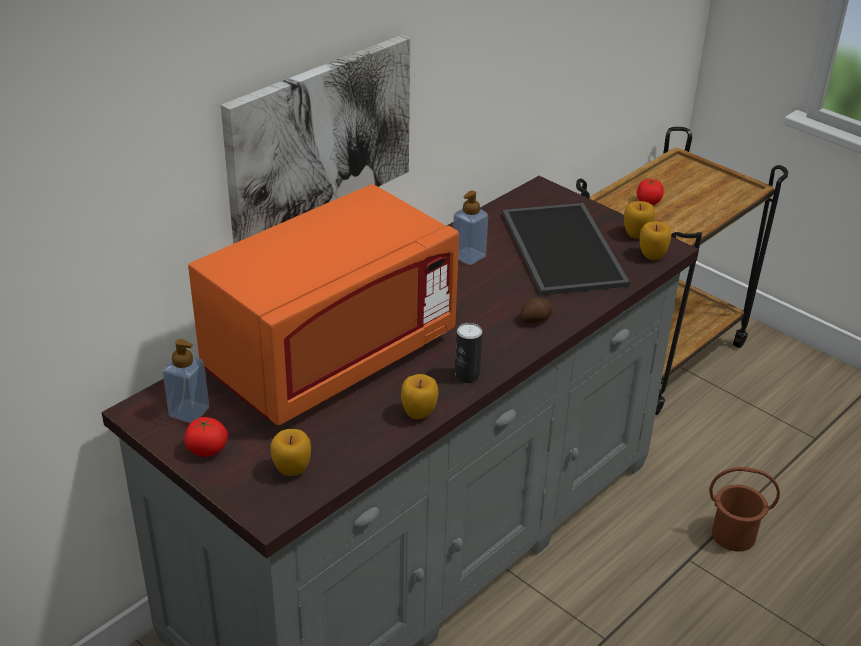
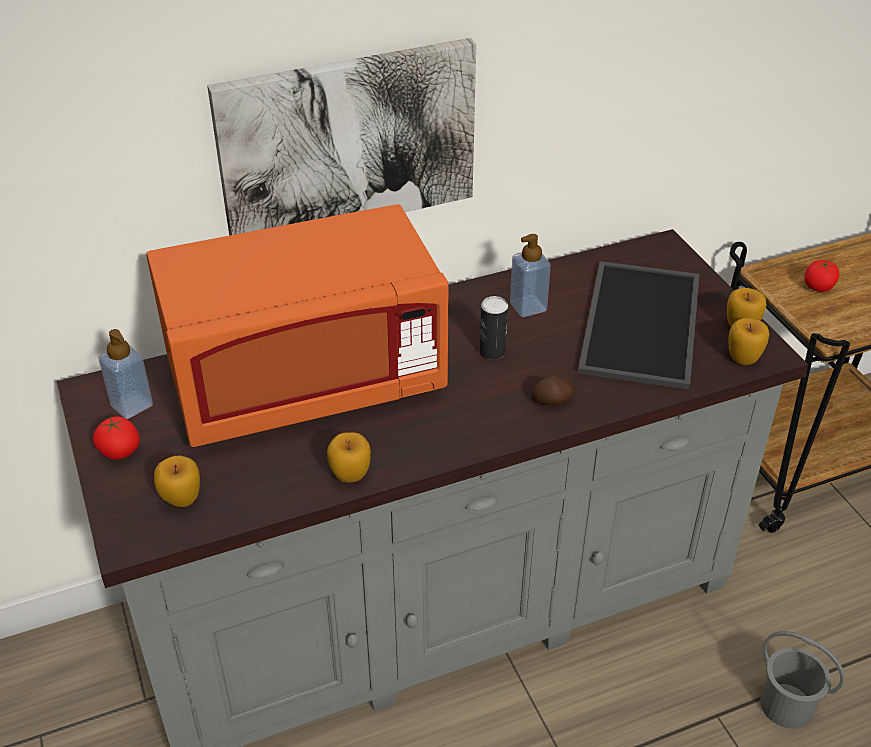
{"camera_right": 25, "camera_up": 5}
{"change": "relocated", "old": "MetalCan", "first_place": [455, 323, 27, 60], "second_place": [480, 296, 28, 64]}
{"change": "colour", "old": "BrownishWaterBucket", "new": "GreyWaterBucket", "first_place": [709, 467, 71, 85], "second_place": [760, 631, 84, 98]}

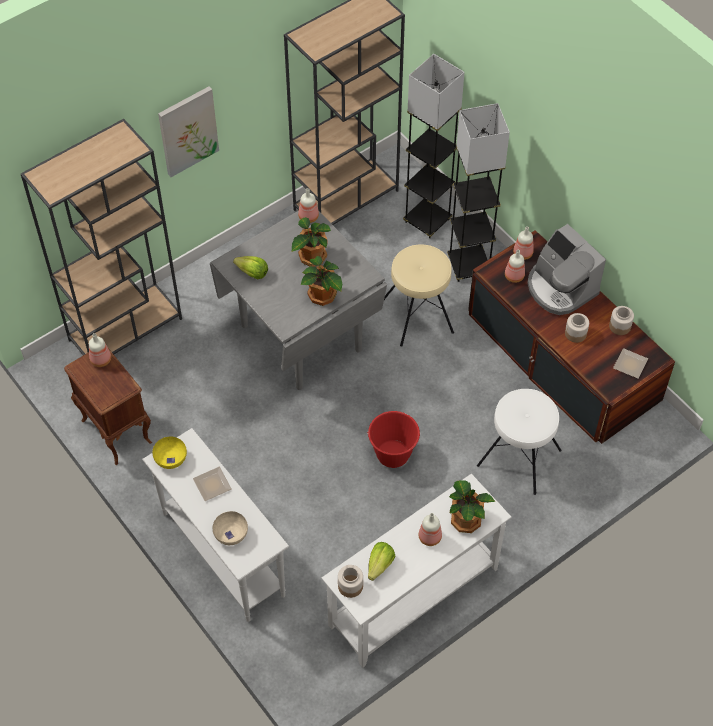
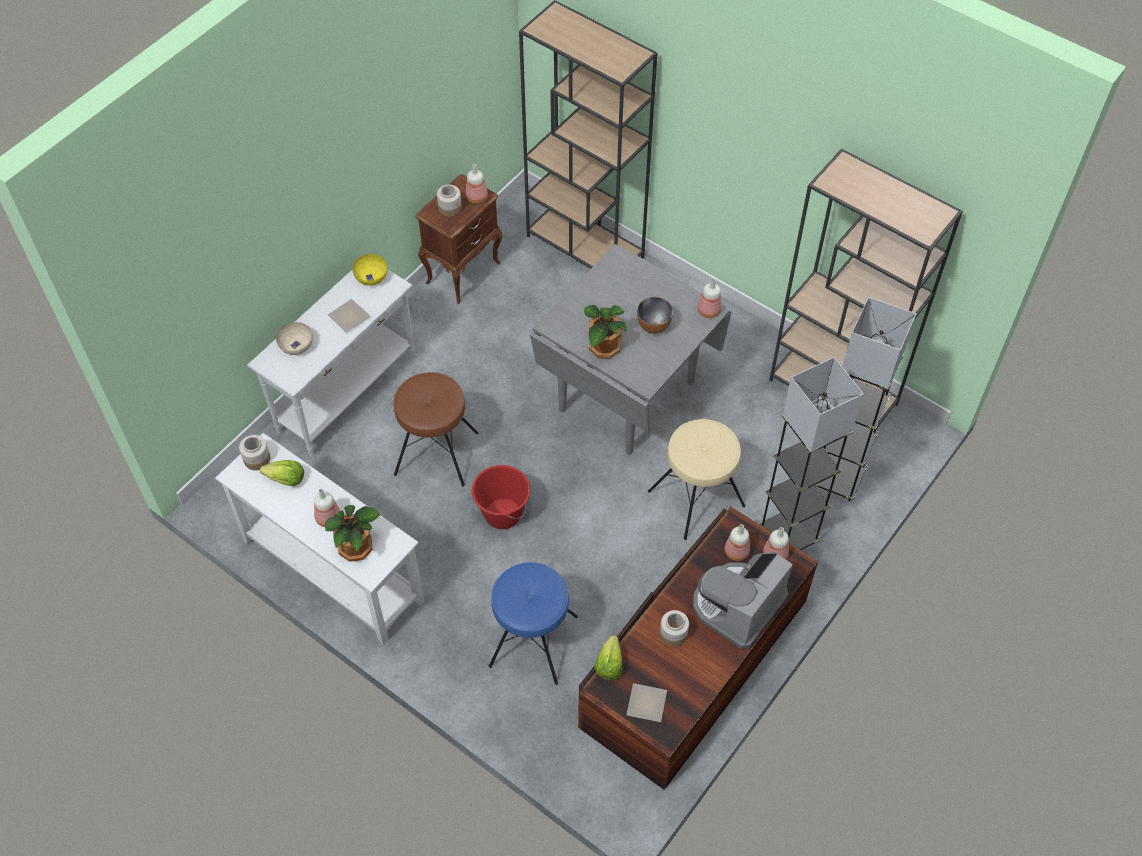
{"camera_right": 75, "camera_up": 0}
{"change": "missing", "old": "WallPicture", "first_place": [158, 86, 61, 91]}
{"change": "appeared", "new": "BrownishSittingStool", "second_place": [394, 372, 84, 114]}
{"change": "relocated", "old": "LettuceHead", "first_place": [233, 256, 35, 23], "second_place": [594, 635, 28, 45]}
{"change": "relocated", "old": "PreserveJar", "first_place": [609, 306, 25, 29], "second_place": [437, 185, 25, 32]}
{"change": "exchanged", "old": "PottedPlant", "new": "DeepDish", "first_place": [292, 217, 39, 50], "second_place": [637, 297, 36, 37]}
{"change": "colour", "old": "WhitishSittingStool", "new": "BlueColouredSittingStool", "first_place": [477, 389, 85, 106], "second_place": [489, 562, 89, 123]}

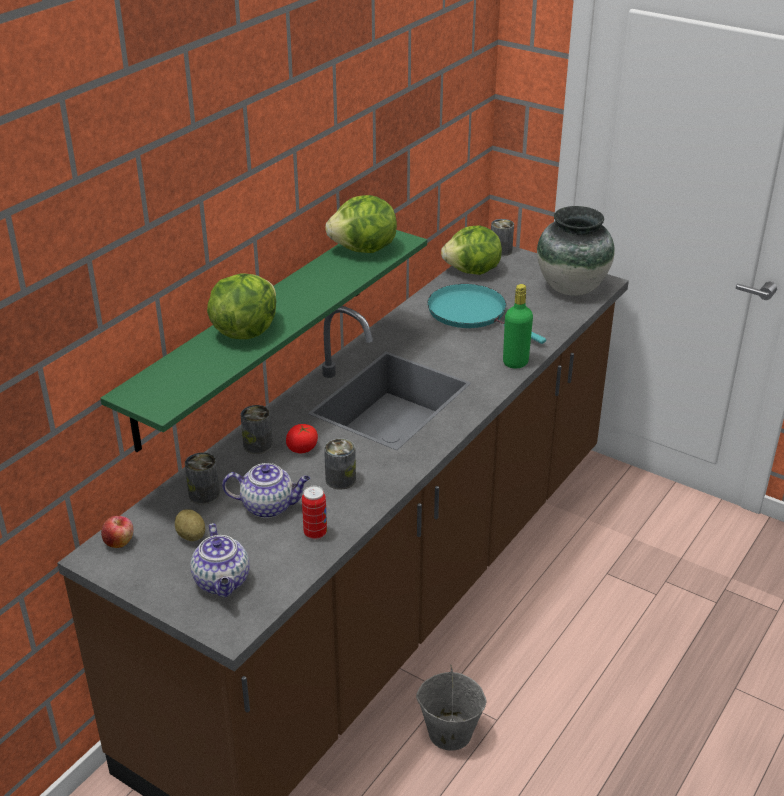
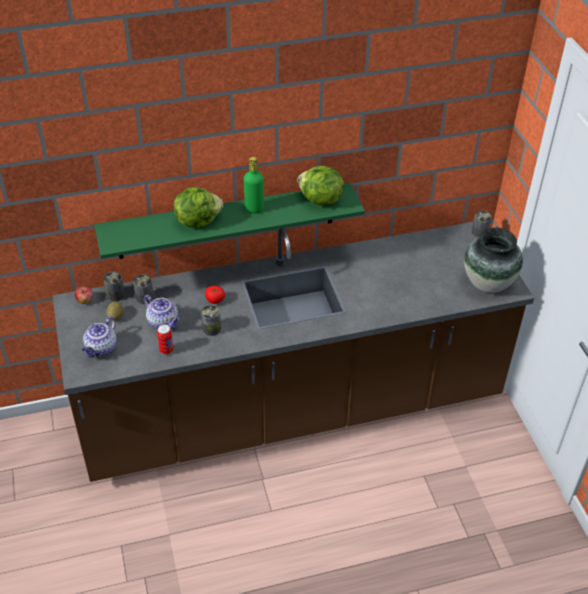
{"camera_right": 40, "camera_up": 10}
{"change": "missing", "old": "GreyWaterBucket", "first_place": [416, 665, 70, 86]}
{"change": "missing", "old": "TurquoiseColouredFryingPan", "first_place": [427, 284, 119, 60]}
{"change": "missing", "old": "LettuceHead", "first_place": [441, 226, 61, 49]}
{"change": "relocated", "old": "MetalCan", "first_place": [241, 405, 32, 49], "second_place": [103, 272, 22, 30]}
{"change": "relocated", "old": "GreenDrinkBottle", "first_place": [503, 284, 30, 84], "second_place": [243, 157, 21, 56]}

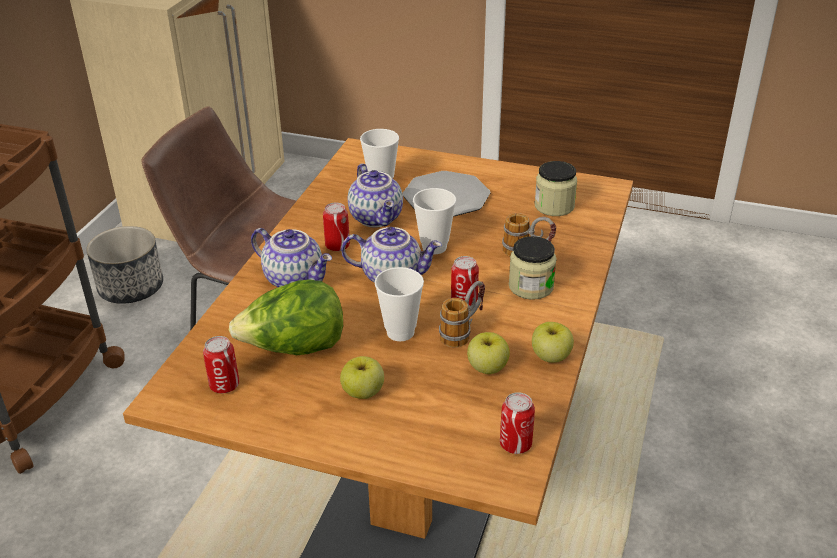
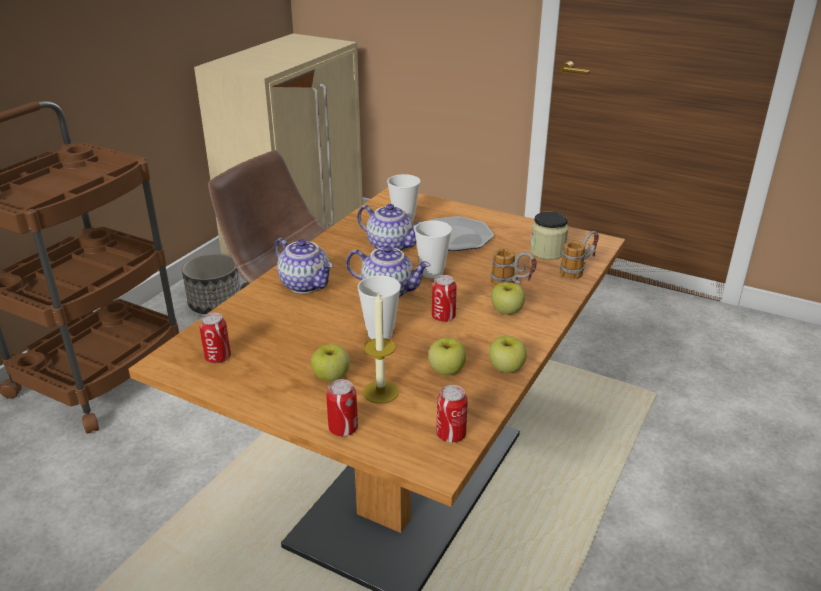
{"camera_right": 10, "camera_up": -5}
{"change": "missing", "old": "LettuceHead", "first_place": [229, 279, 114, 76]}
{"change": "appeared", "new": "WaxLight", "second_place": [363, 292, 36, 112]}
{"change": "relocated", "old": "MetalCan", "first_place": [323, 202, 27, 49], "second_place": [326, 379, 32, 57]}
{"change": "relocated", "old": "TeaMug", "first_place": [439, 281, 46, 66], "second_place": [560, 231, 39, 48]}
{"change": "exchanged", "old": "PreserveJar", "new": "WholeApple", "first_place": [509, 236, 48, 64], "second_place": [491, 282, 34, 33]}
{"change": "spun", "old": "TeaPot", "first_place": [348, 163, 55, 64], "second_place": [357, 204, 64, 47], "degrees": -45}

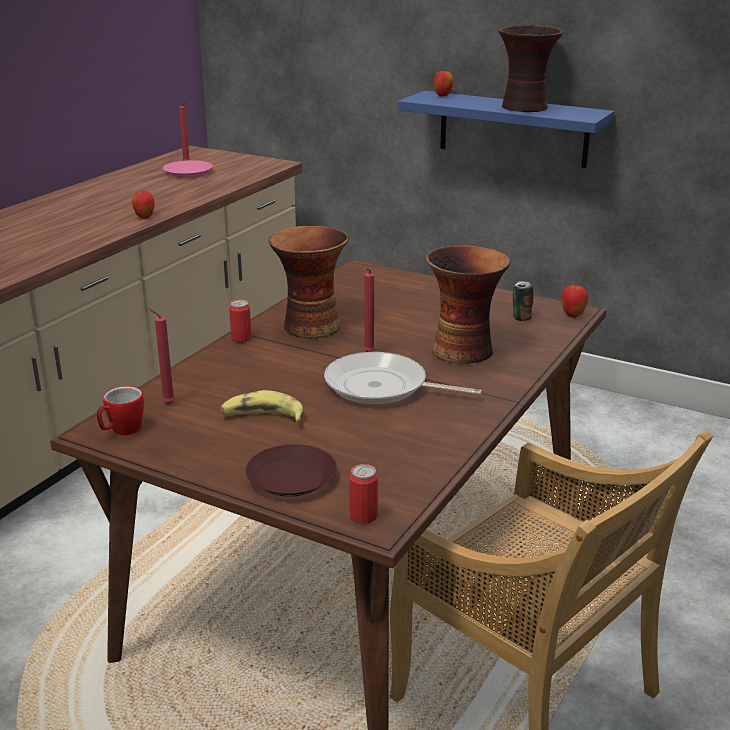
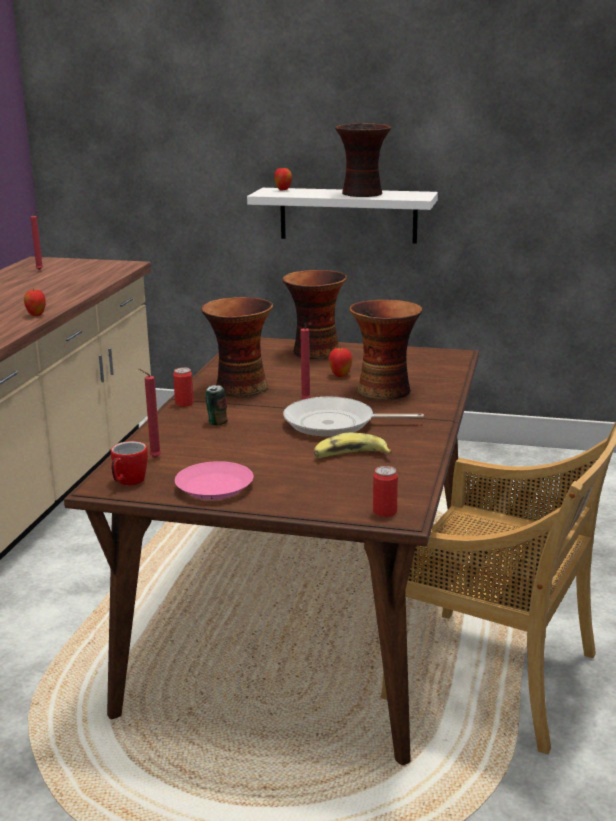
{"camera_right": -15, "camera_up": -5}
{"change": "missing", "old": "BrownishDinnerPlate", "first_place": [245, 444, 92, 53]}
{"change": "appeared", "new": "Vase", "second_place": [282, 270, 65, 89]}
{"change": "relocated", "old": "PinkDinnerPlate", "first_place": [163, 160, 50, 18], "second_place": [175, 461, 78, 39]}
{"change": "relocated", "old": "WholeBanana", "first_place": [220, 390, 83, 32], "second_place": [314, 433, 78, 25]}
{"change": "relocated", "old": "MetalCan", "first_place": [513, 281, 20, 40], "second_place": [206, 385, 22, 40]}
{"change": "relocated", "old": "WholeApple", "first_place": [561, 285, 28, 33], "second_place": [329, 347, 23, 30]}
{"change": "colour", "old": "BlueColouredBracketShelf", "new": "WhitishBracketShelf", "first_place": [398, 91, 217, 77], "second_place": [247, 188, 191, 56]}

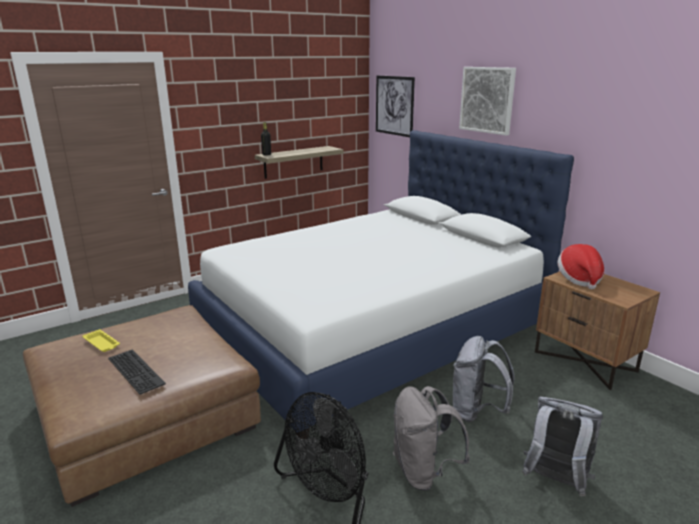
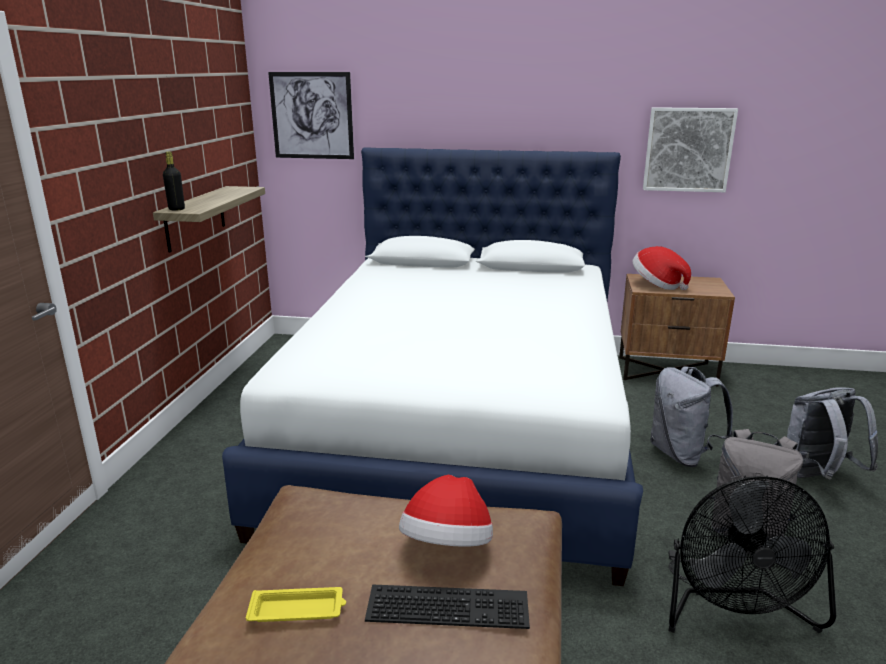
{"camera_right": -45, "camera_up": 0}
{"change": "appeared", "new": "WearableHat", "second_place": [399, 475, 94, 72]}
{"change": "relocated", "old": "WallPicture", "first_place": [459, 67, 57, 69], "second_place": [643, 107, 95, 85]}

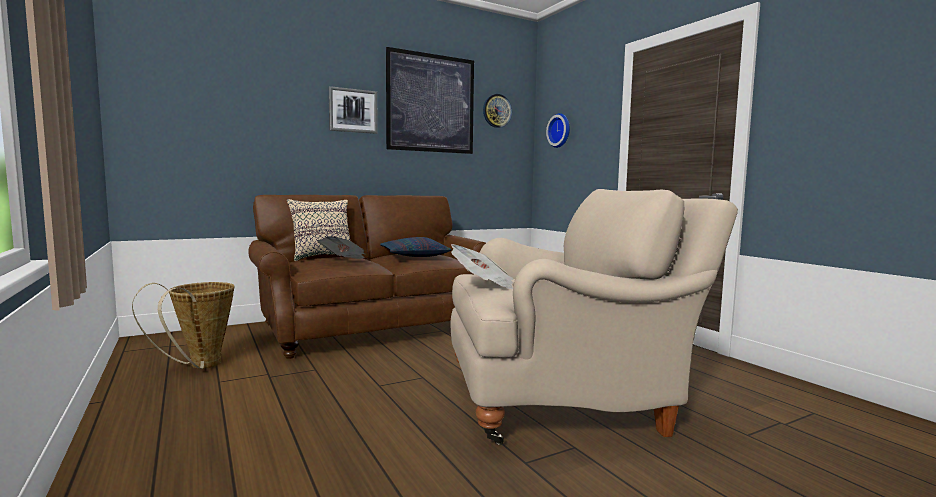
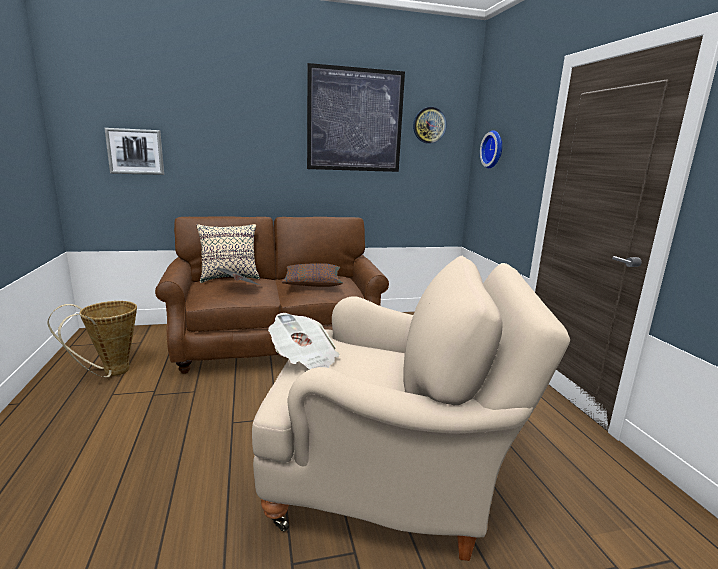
{"camera_right": 15, "camera_up": 10}
{"change": "relocated", "old": "WallPicture", "first_place": [329, 86, 49, 48], "second_place": [105, 128, 59, 47]}
{"change": "colour", "old": "BlueColouredCushion", "new": "BrownishCushion", "first_place": [380, 237, 72, 20], "second_place": [281, 263, 62, 24]}

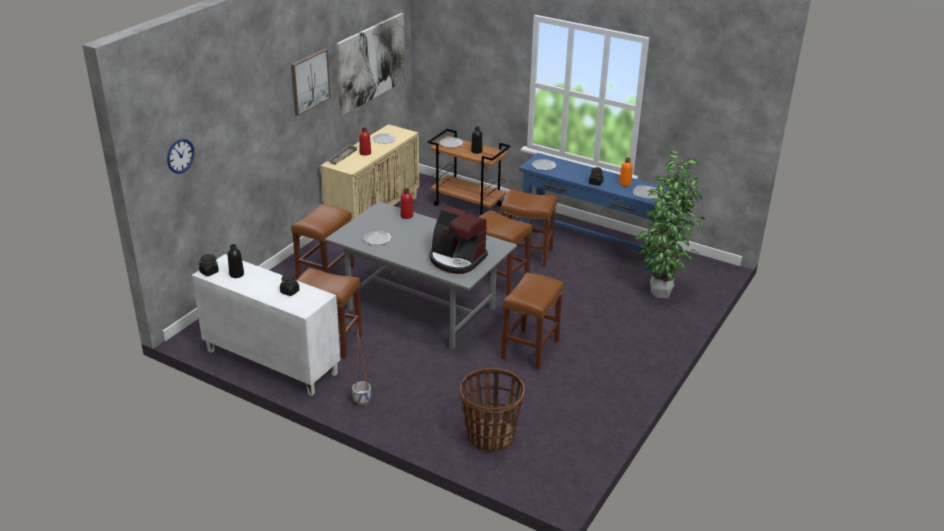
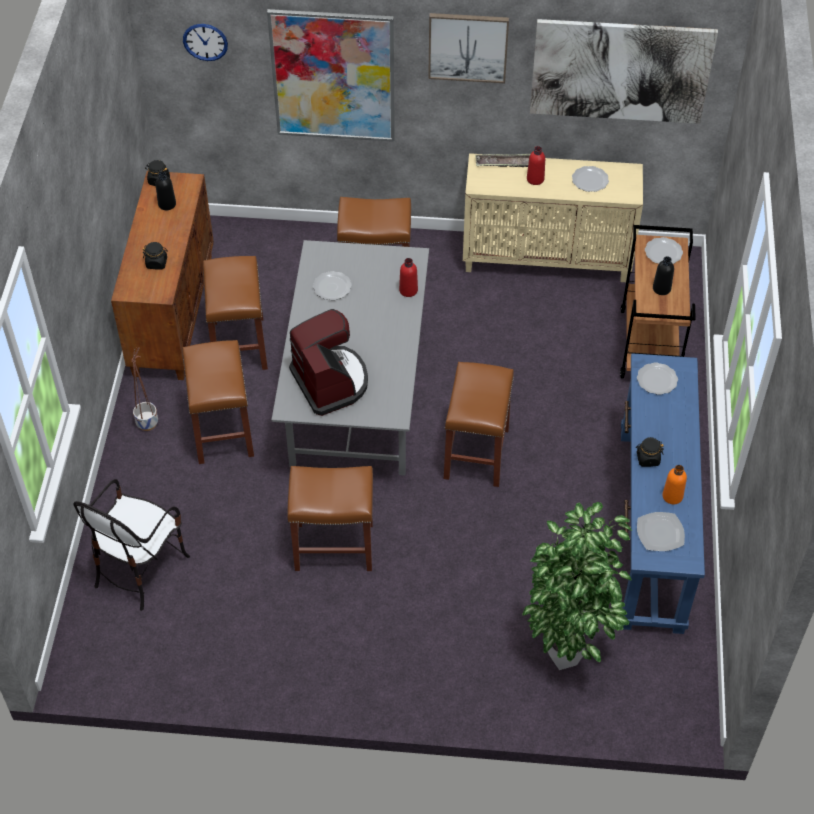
{"camera_right": 65, "camera_up": 20}
{"change": "appeared", "new": "WallPicture", "second_place": [267, 9, 128, 133]}
{"change": "relocated", "old": "BrownishSittingStool", "first_place": [501, 189, 56, 78], "second_place": [183, 340, 71, 124]}
{"change": "exchanged", "old": "StorageBasket", "new": "PlainChair", "first_place": [460, 368, 65, 84], "second_place": [73, 479, 117, 132]}
{"change": "colour", "old": "WhitishStorageCabinet", "new": "BrownishStorageCabinet", "first_place": [192, 254, 149, 142], "second_place": [111, 171, 103, 209]}
{"change": "spun", "old": "CoffeeMachine", "first_place": [429, 206, 59, 68], "second_place": [289, 309, 79, 107], "degrees": 150}

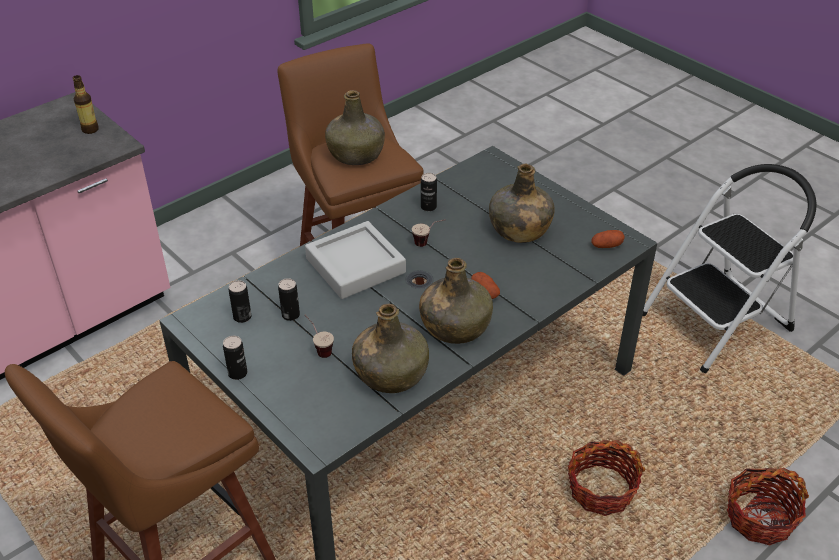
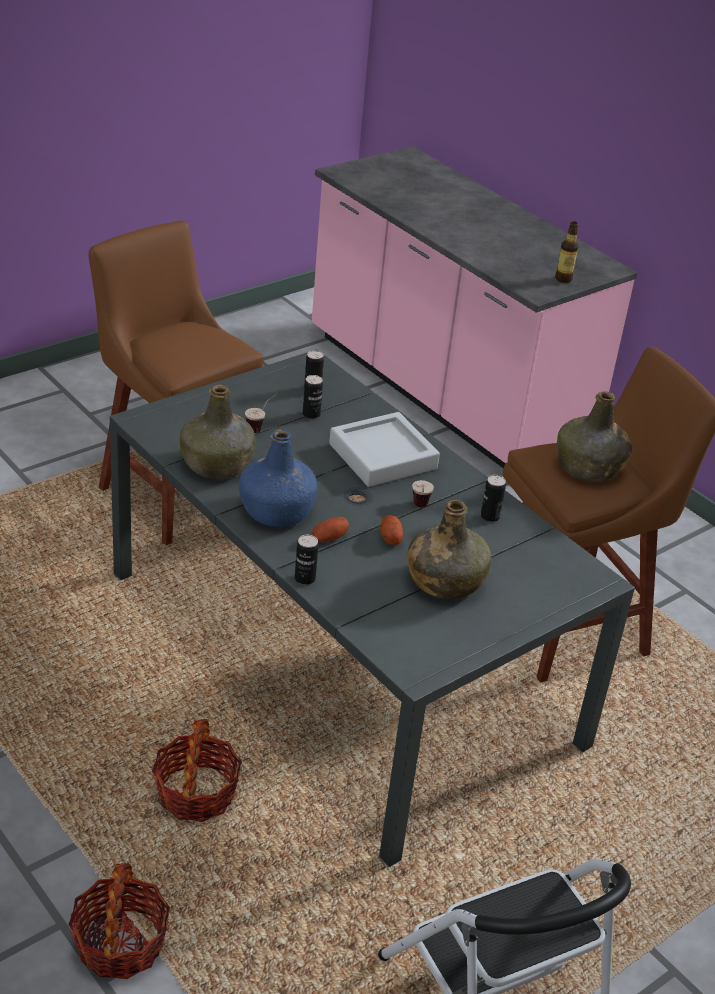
{"camera_right": 90, "camera_up": -5}
{"change": "relocated", "old": "MetalCan", "first_place": [223, 336, 24, 44], "second_place": [295, 535, 24, 50]}
{"change": "relocated", "old": "Potato", "first_place": [592, 230, 33, 18], "second_place": [380, 515, 23, 30]}
{"change": "colour", "old": "GreenDrinkBottle", "new": "BlueColouredDrinkBottle", "first_place": [419, 258, 74, 86], "second_place": [239, 429, 79, 98]}

